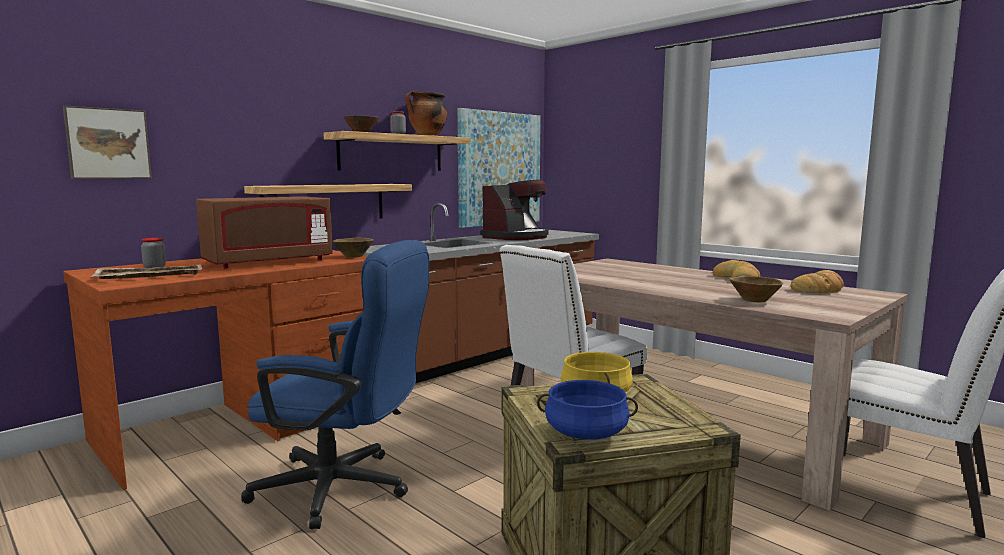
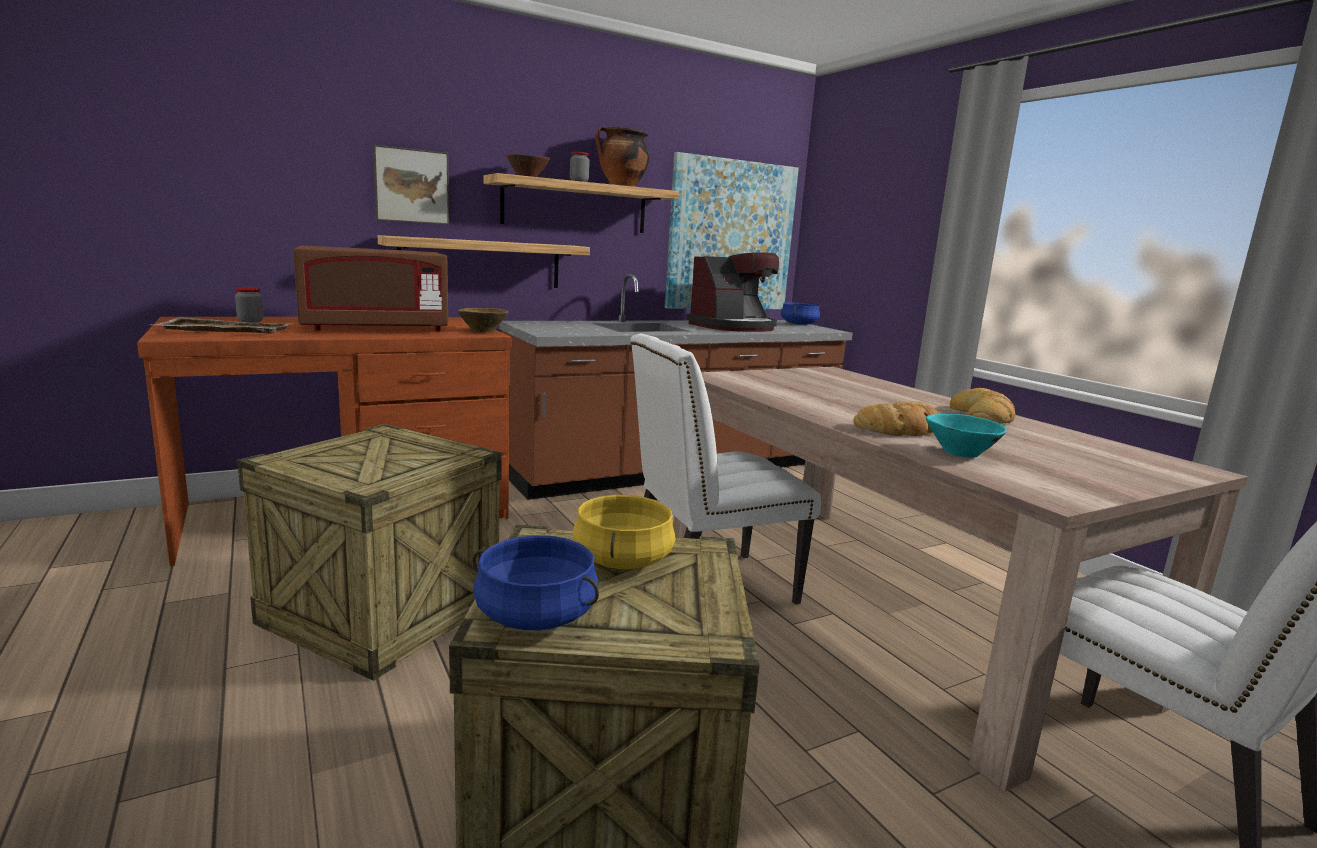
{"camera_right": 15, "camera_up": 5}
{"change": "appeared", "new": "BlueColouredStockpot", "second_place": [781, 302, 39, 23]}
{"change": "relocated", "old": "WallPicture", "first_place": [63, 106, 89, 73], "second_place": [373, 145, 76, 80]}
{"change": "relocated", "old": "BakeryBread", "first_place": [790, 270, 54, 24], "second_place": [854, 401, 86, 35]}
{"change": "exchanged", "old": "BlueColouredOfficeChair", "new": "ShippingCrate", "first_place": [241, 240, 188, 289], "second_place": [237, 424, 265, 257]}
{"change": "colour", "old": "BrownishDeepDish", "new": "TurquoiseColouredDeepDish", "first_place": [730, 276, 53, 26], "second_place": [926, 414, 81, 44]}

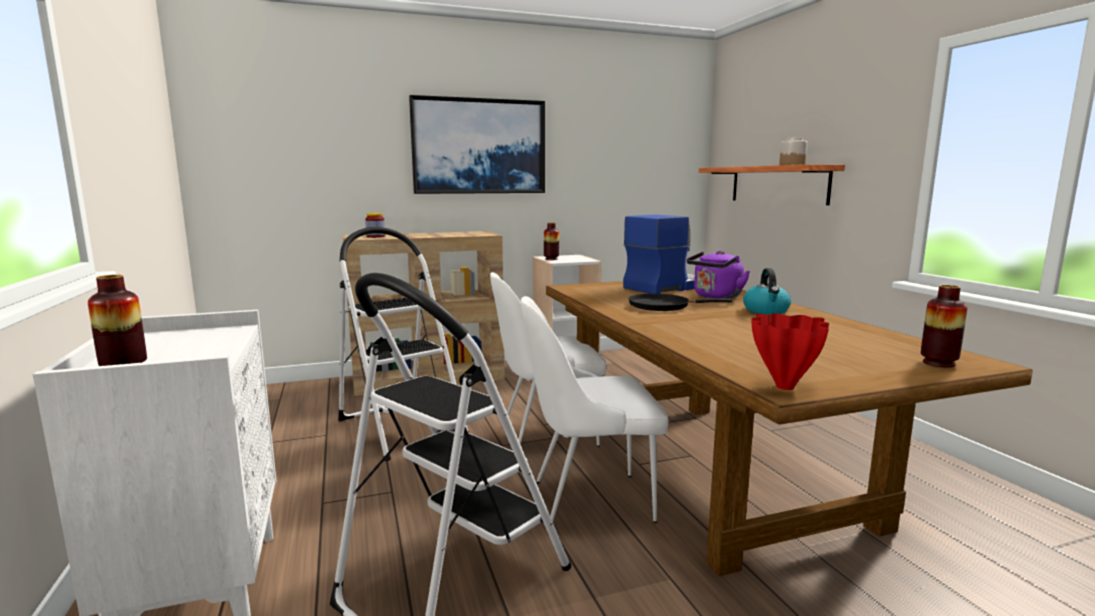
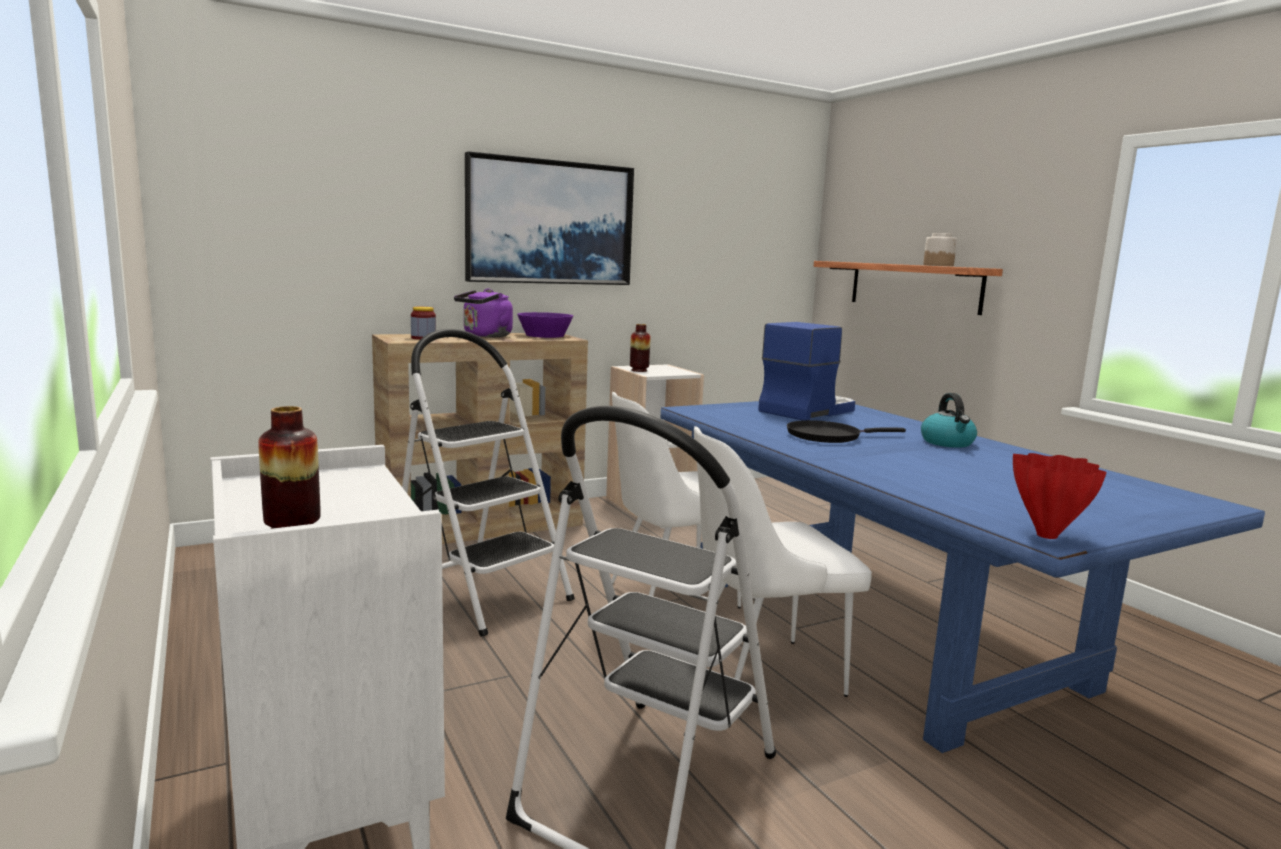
{"camera_right": -10, "camera_up": 0}
{"change": "missing", "old": "Vase", "first_place": [921, 285, 46, 83]}
{"change": "appeared", "new": "PurpleColouredDeepDish", "second_place": [517, 312, 57, 26]}
{"change": "relocated", "old": "PurpleColouredWaterKettle", "first_place": [687, 251, 63, 48], "second_place": [454, 288, 59, 50]}
{"change": "colour", "old": "BrownishDiningTable", "new": "BlueColouredDiningTable", "first_place": [546, 281, 487, 295], "second_place": [661, 401, 604, 352]}

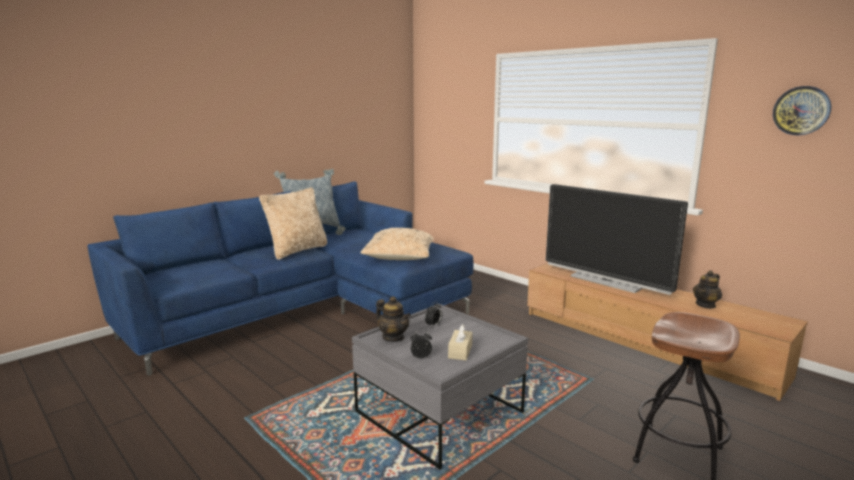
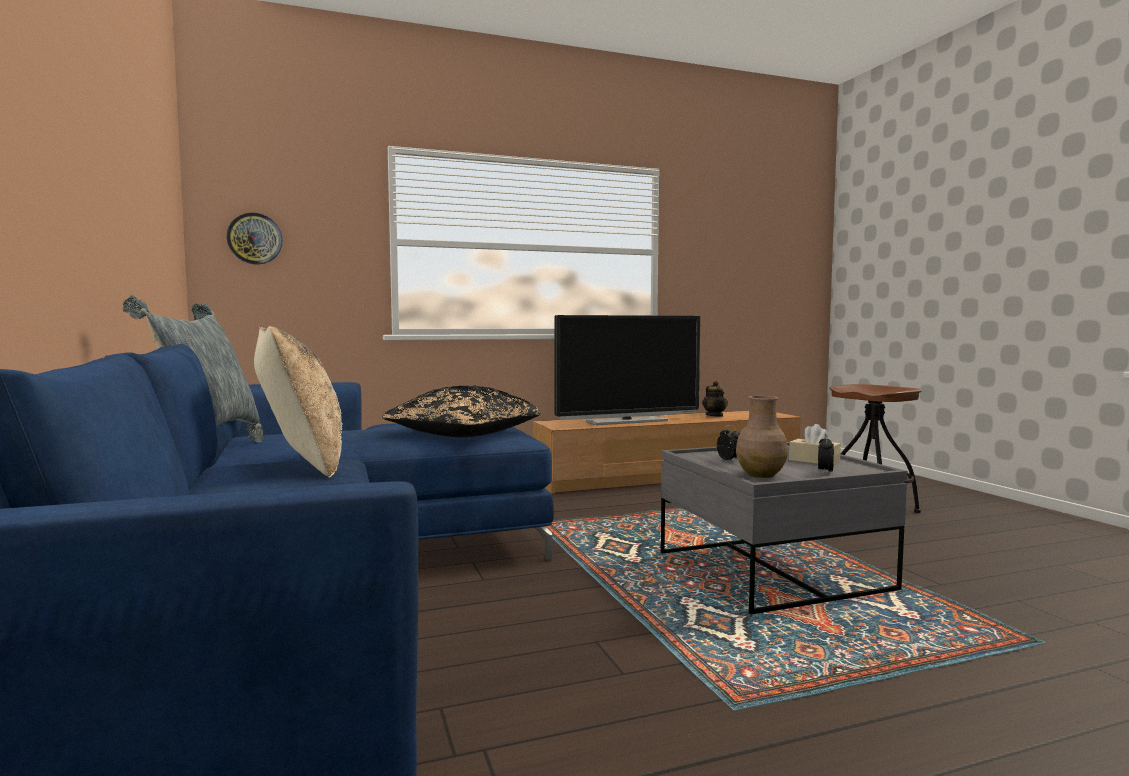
{"camera_right": -65, "camera_up": -10}
{"change": "relocated", "old": "WallClock", "first_place": [773, 86, 58, 49], "second_place": [227, 213, 55, 51]}
{"change": "exchanged", "old": "TeaPot", "new": "BrownishVase", "first_place": [376, 296, 35, 46], "second_place": [736, 396, 52, 82]}
{"change": "colour", "old": "SandColouredCushion", "new": "BlackCushion", "first_place": [361, 228, 73, 32], "second_place": [382, 386, 159, 51]}

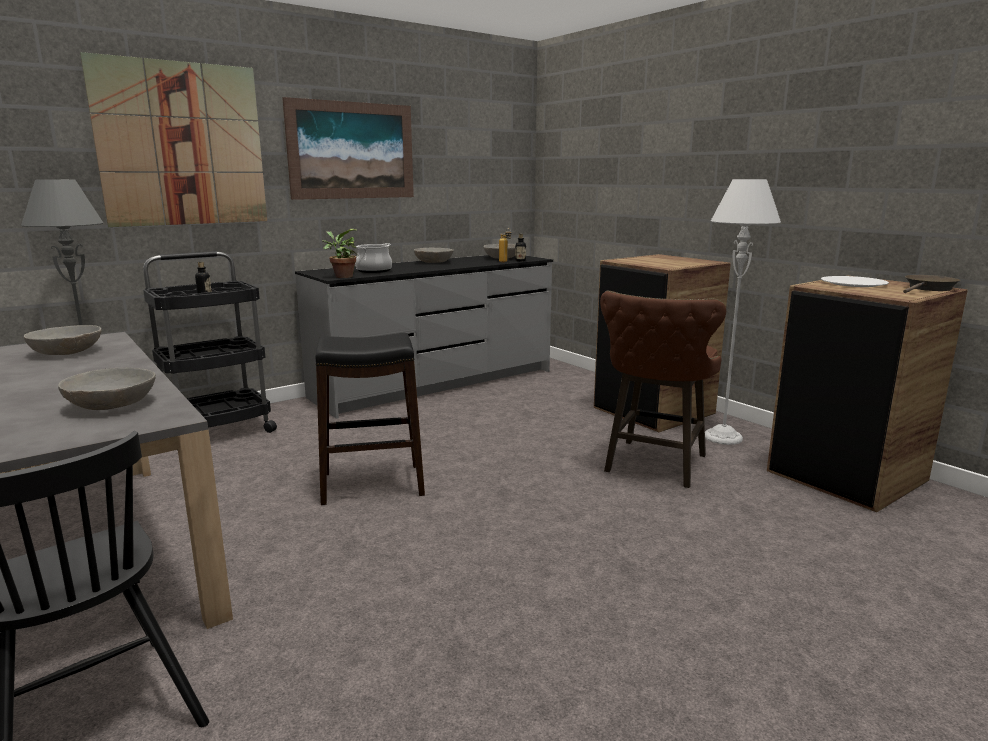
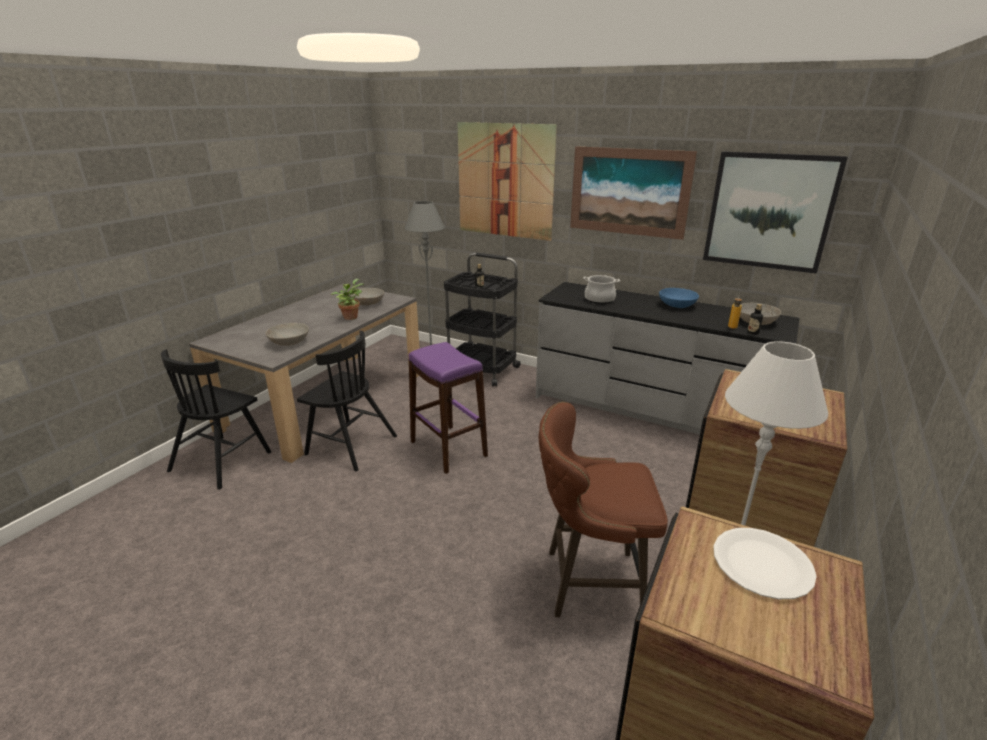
{"camera_right": 65, "camera_up": 10}
{"change": "missing", "old": "BrownishFryingPan", "first_place": [903, 275, 58, 18]}
{"change": "appeared", "new": "BlackPlainChair", "second_place": [297, 330, 100, 141]}
{"change": "appeared", "new": "WallPicture", "second_place": [703, 151, 145, 123]}
{"change": "relocated", "old": "PottedPlant", "first_place": [322, 229, 36, 49], "second_place": [331, 279, 33, 41]}
{"change": "colour", "old": "BlackSittingStool", "new": "PurpleColouredSittingStool", "first_place": [316, 333, 109, 172], "second_place": [408, 342, 80, 132]}
{"change": "colour", "old": "GreyDeepDish", "new": "BlueColouredDeepDish", "first_place": [414, 248, 39, 15], "second_place": [659, 288, 40, 20]}

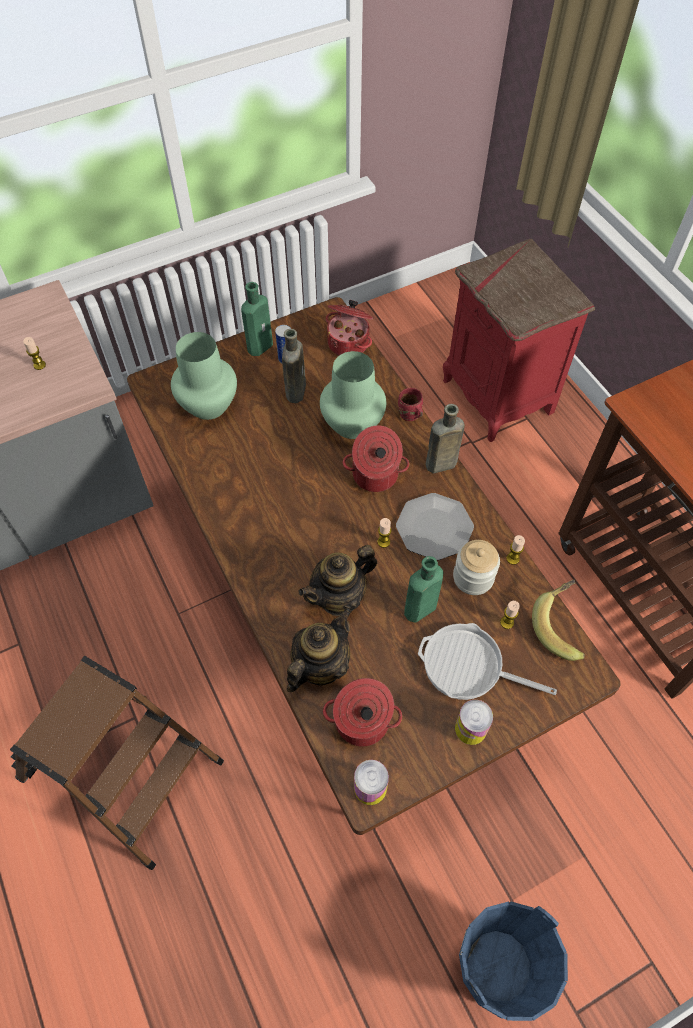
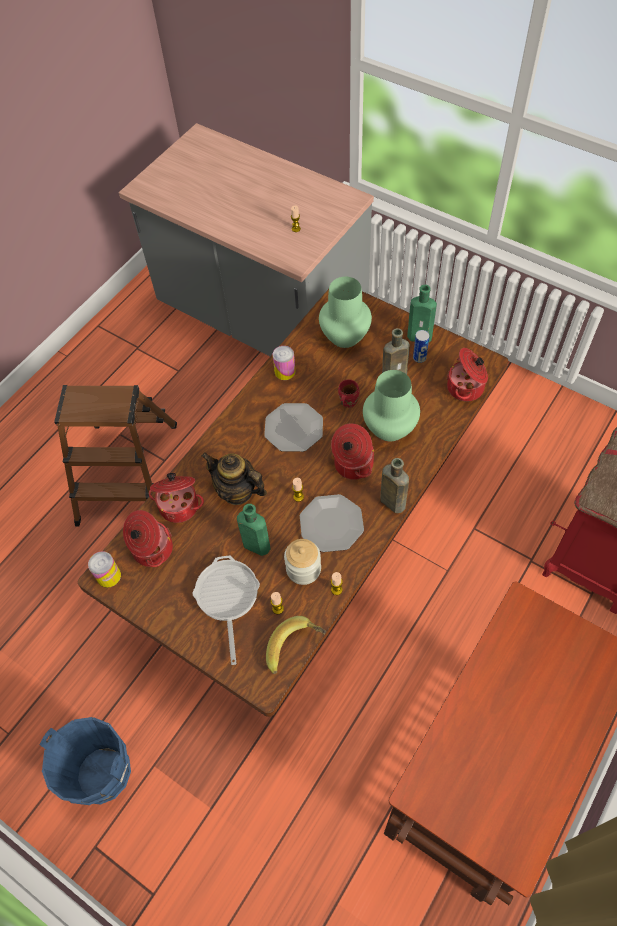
{"camera_right": 65, "camera_up": 0}
{"change": "appeared", "new": "DinnerPlate", "second_place": [264, 403, 59, 49]}
{"change": "relocated", "old": "RedTeaMug", "first_place": [398, 388, 25, 33], "second_place": [338, 380, 22, 28]}
{"change": "relocated", "old": "MetalCan", "first_place": [455, 700, 38, 45], "second_place": [273, 346, 23, 34]}
{"change": "exchanged", "old": "TeaPot", "new": "Stockpot", "first_place": [287, 608, 65, 84], "second_place": [149, 473, 55, 50]}

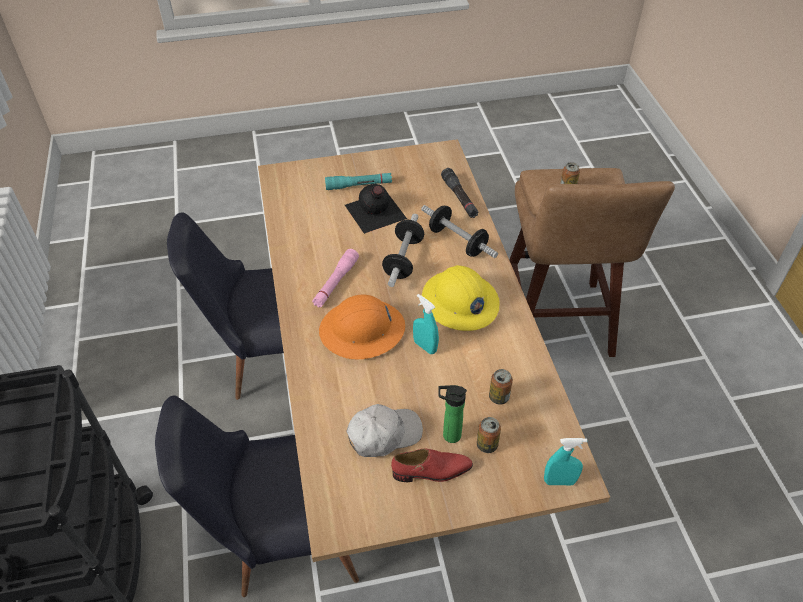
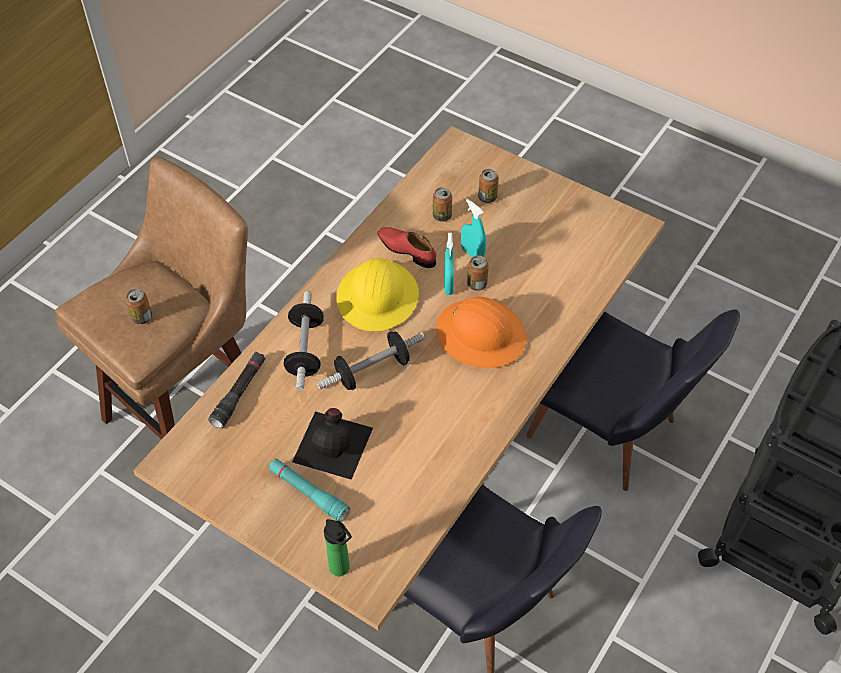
{"camera_right": -135, "camera_up": 5}
{"change": "missing", "old": "PinkFlashlight", "first_place": [312, 249, 47, 58]}
{"change": "missing", "old": "WhitishPeakedCap", "first_place": [346, 404, 77, 53]}
{"change": "appeared", "new": "MetalCan", "second_place": [467, 255, 22, 36]}
{"change": "relocated", "old": "RedShoe", "first_place": [391, 449, 82, 33], "second_place": [378, 227, 59, 41]}
{"change": "relocated", "old": "DrinkBottle", "first_place": [438, 385, 29, 58], "second_place": [324, 519, 28, 57]}
{"change": "relocated", "old": "TurquoiseColouredSprayer", "first_place": [544, 438, 43, 47], "second_place": [461, 199, 25, 58]}

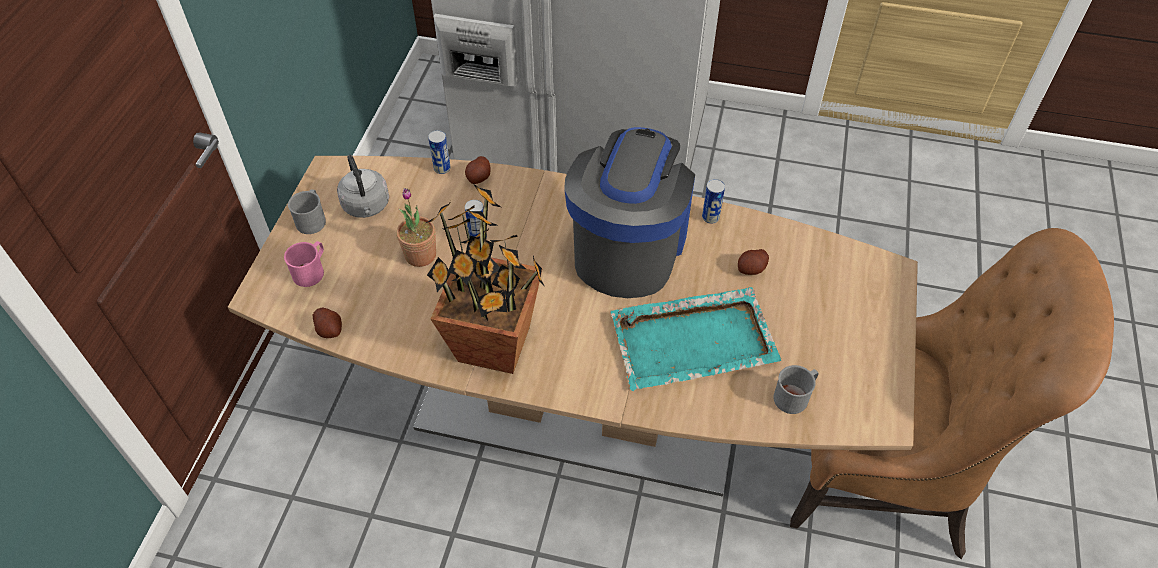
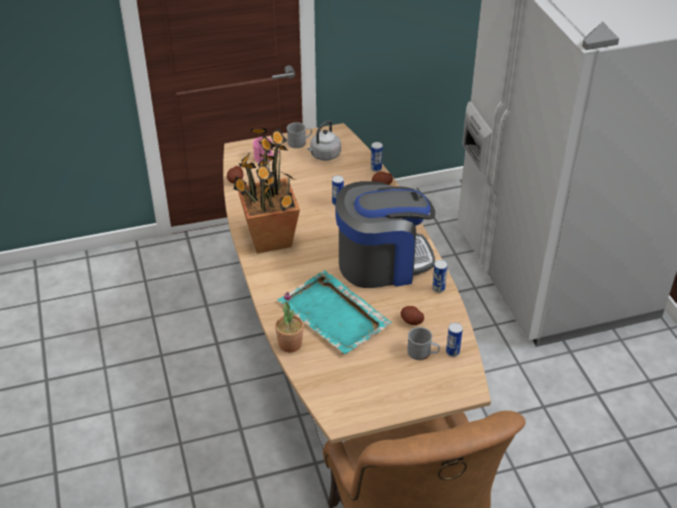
{"camera_right": 60, "camera_up": -10}
{"change": "appeared", "new": "MetalCan", "second_place": [446, 323, 17, 34]}
{"change": "relocated", "old": "PottedPlant", "first_place": [396, 188, 40, 79], "second_place": [275, 292, 29, 61]}
{"change": "relocated", "old": "GreyTeaMug", "first_place": [773, 365, 46, 49], "second_place": [407, 327, 33, 33]}

